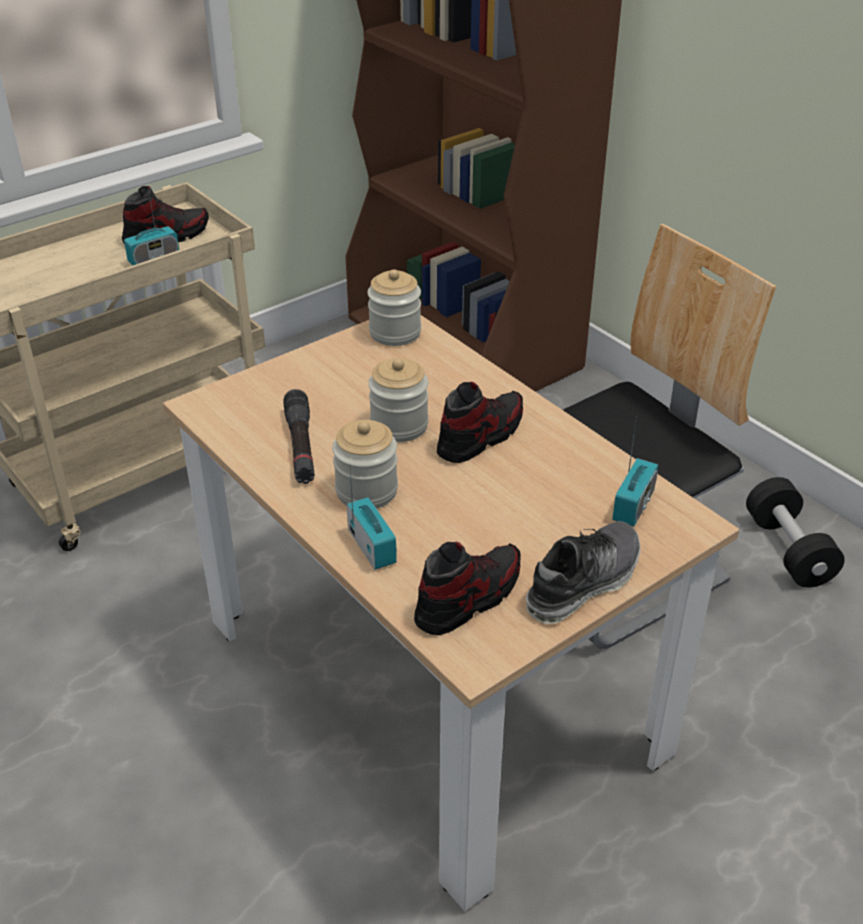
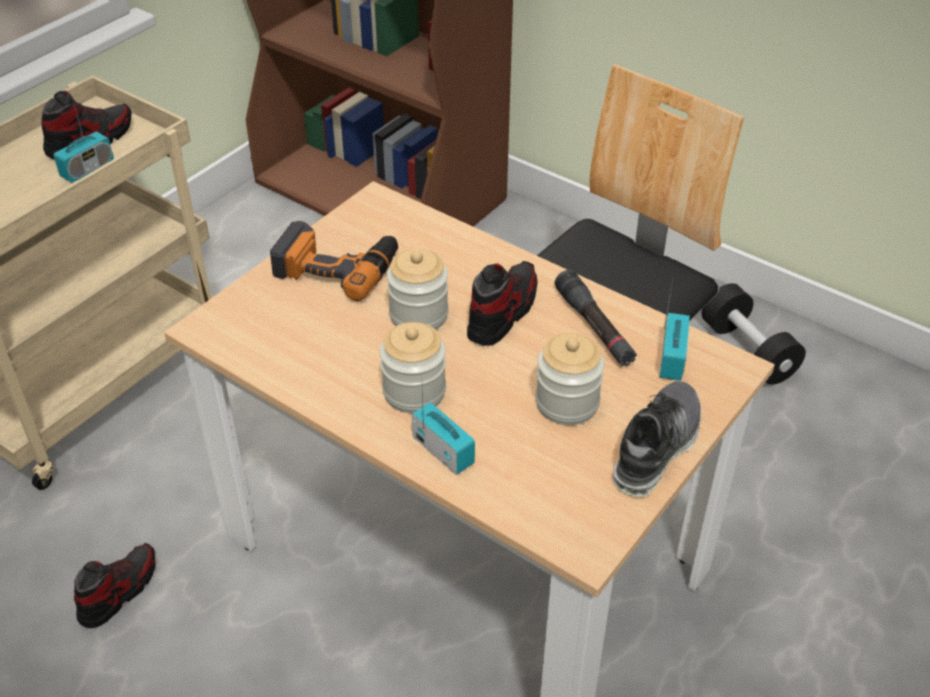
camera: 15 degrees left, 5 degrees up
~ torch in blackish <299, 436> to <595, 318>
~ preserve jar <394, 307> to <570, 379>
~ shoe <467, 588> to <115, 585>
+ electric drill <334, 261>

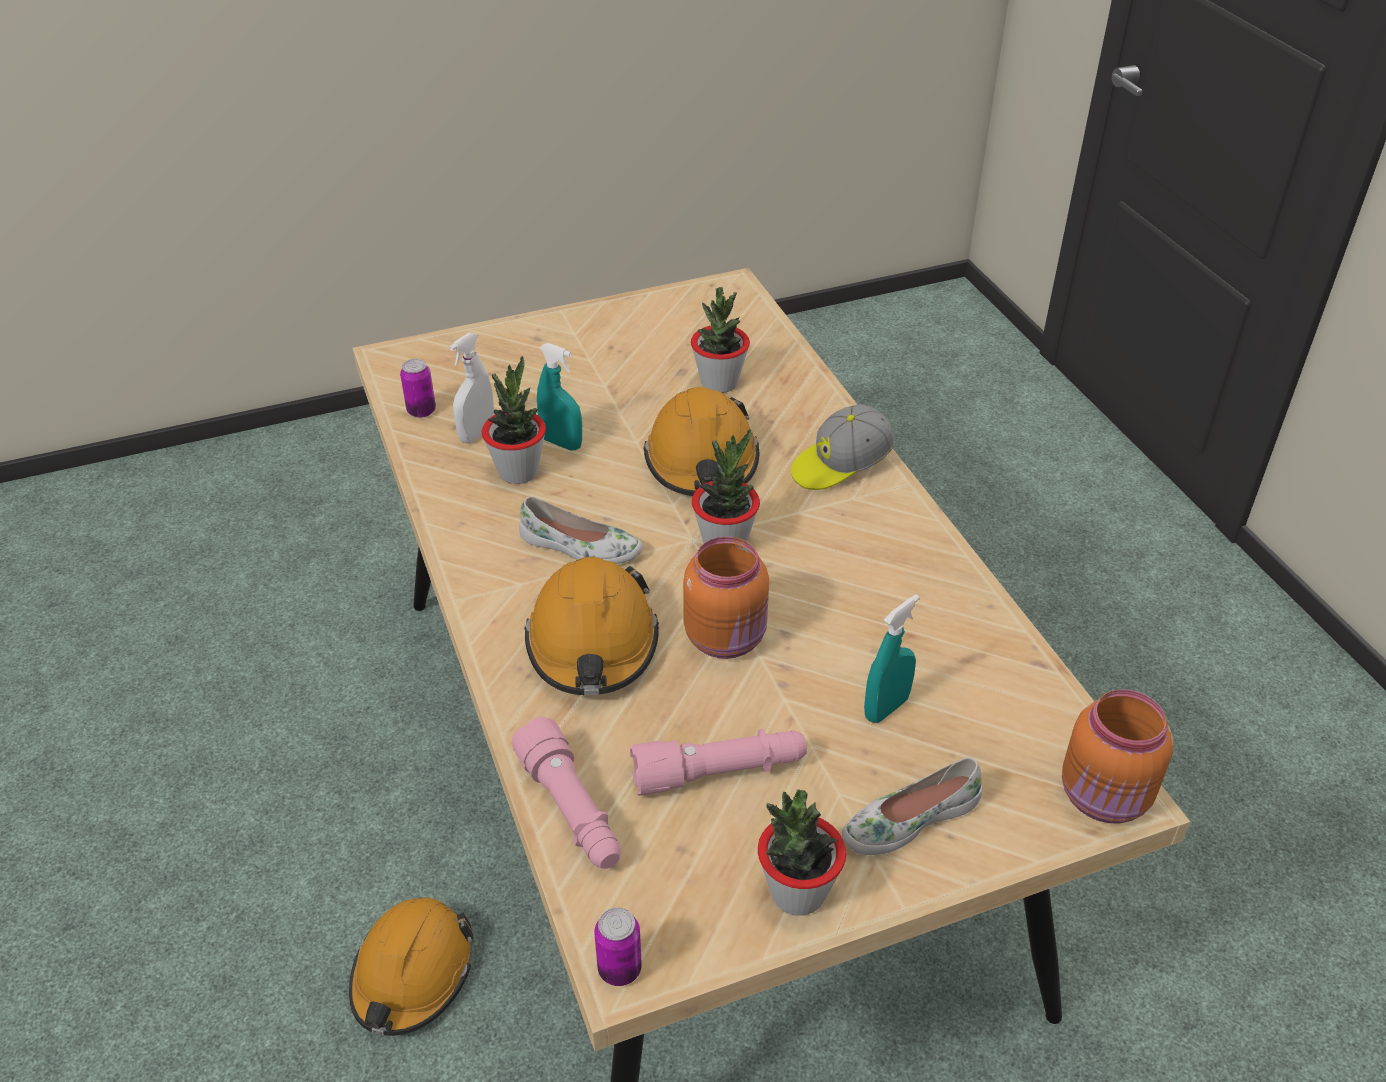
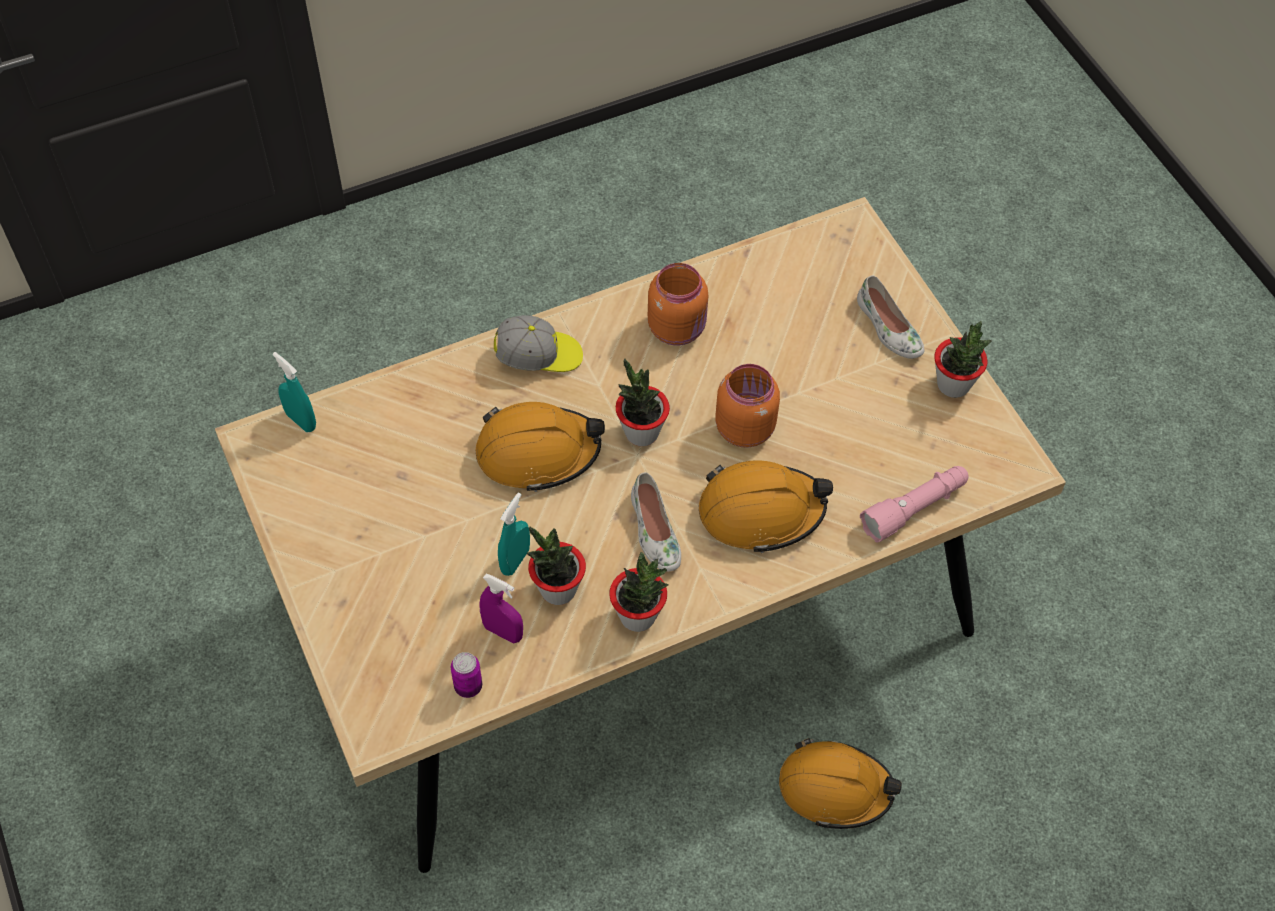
camera: 95 degrees left, 15 degrees up
~ hand sprayer in white <472, 388> to hand sprayer in purplish <501, 608>
~ shoe in white <581, 530> = <656, 522> 150 degrees clockwise
- metal can <618, 946>
- torch in pink-coloured <718, 762>
~ potted plant <720, 340> to <639, 592>
~ cap <843, 447> = <538, 343> 60 degrees counterclockwise
~ hand sprayer in turquoise <891, 658> to <294, 392>
~ preserve jar in orange-coloured <1117, 756> to <678, 304>

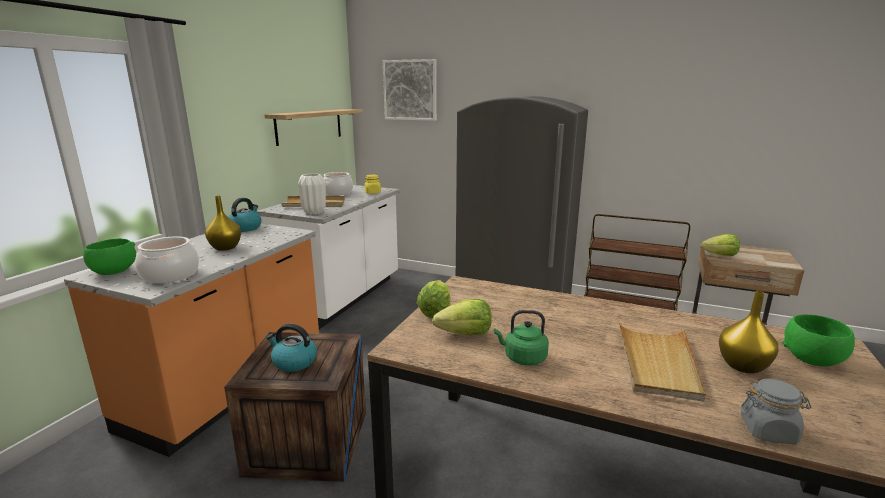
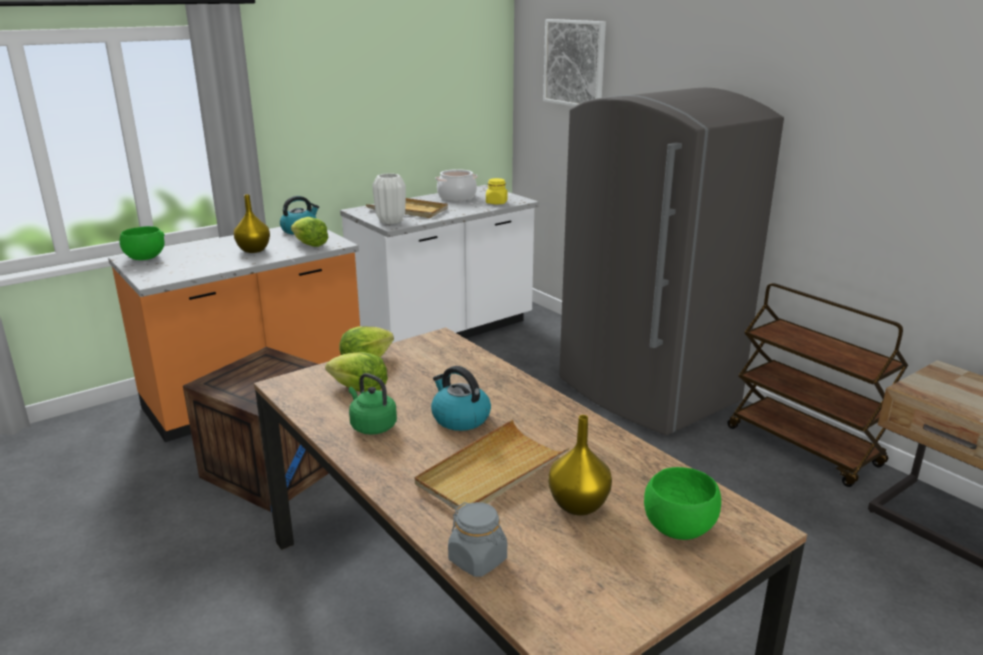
camera: 30 degrees right, 5 degrees up
- stockpot <167, 259>
- bracket shelf <314, 127>
~ tea kettle <292, 348> to <461, 398>
~ lettuce head <720, 245> to <309, 232>

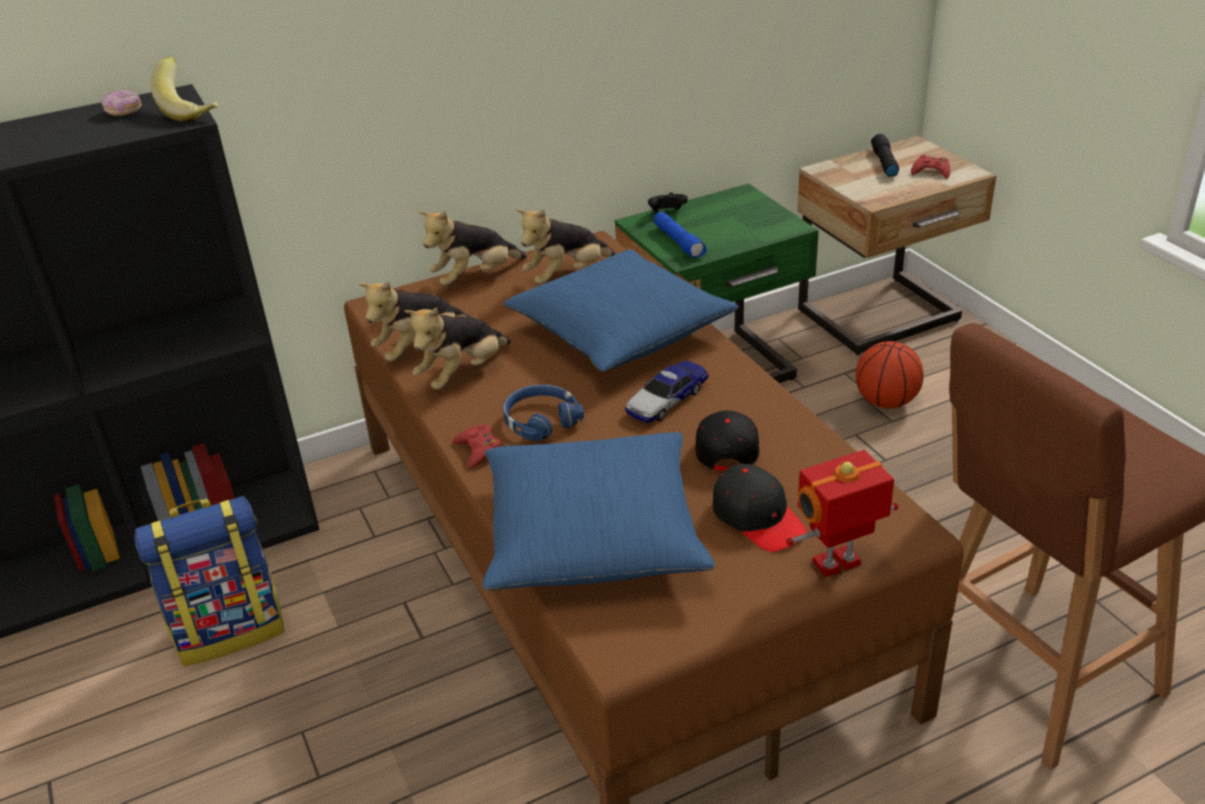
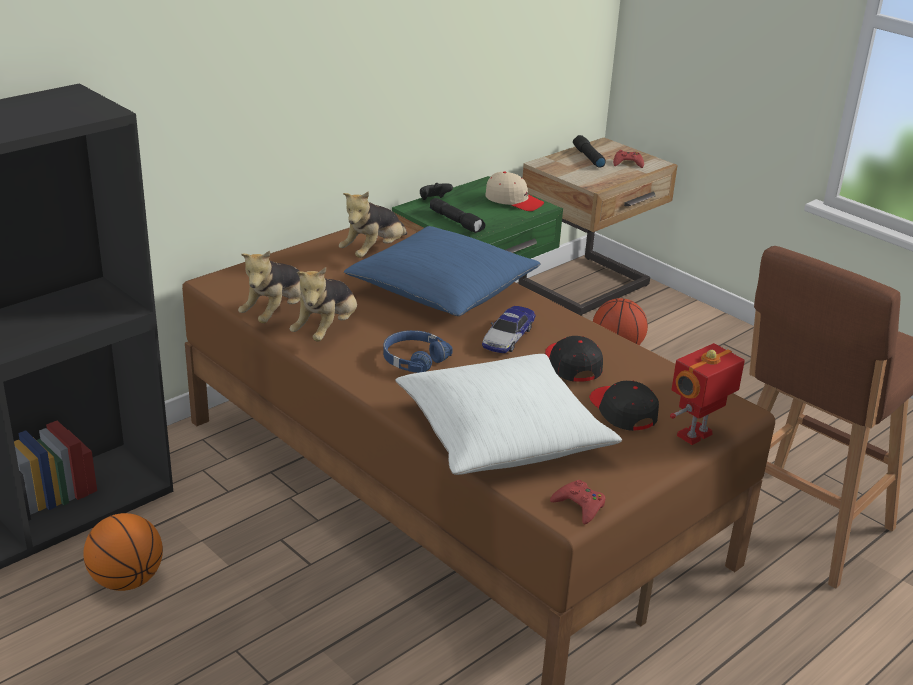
camera: 20 degrees left, 5 degrees down
- ring doughnut <121, 102>
~ knapsack <209, 581> to ball for basketball <123, 552>
- whole banana <184, 89>
- cuddly toy <473, 248>
~ game controller in reddish <477, 446> to <577, 502>
~ throw pillow in blue-coloured <598, 511> to throw pillow in white <508, 414>
~ torch in blue-coloured <680, 235> to torch in blackish <457, 215>
~ cap in blackish <759, 508> = <624, 406> 150 degrees counterclockwise
+ cap in beige <514, 191>

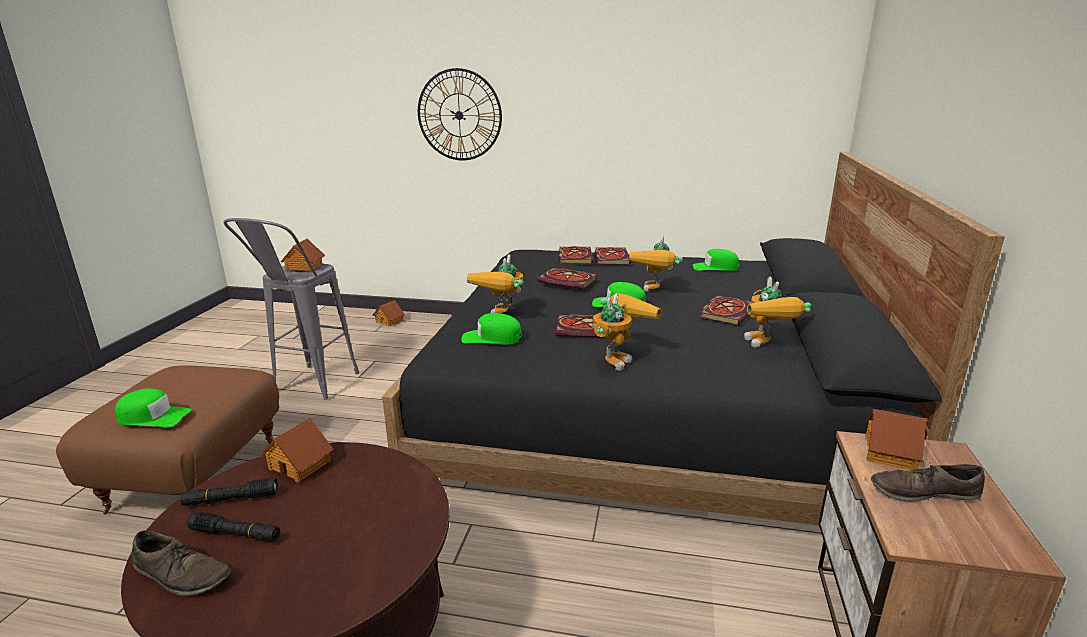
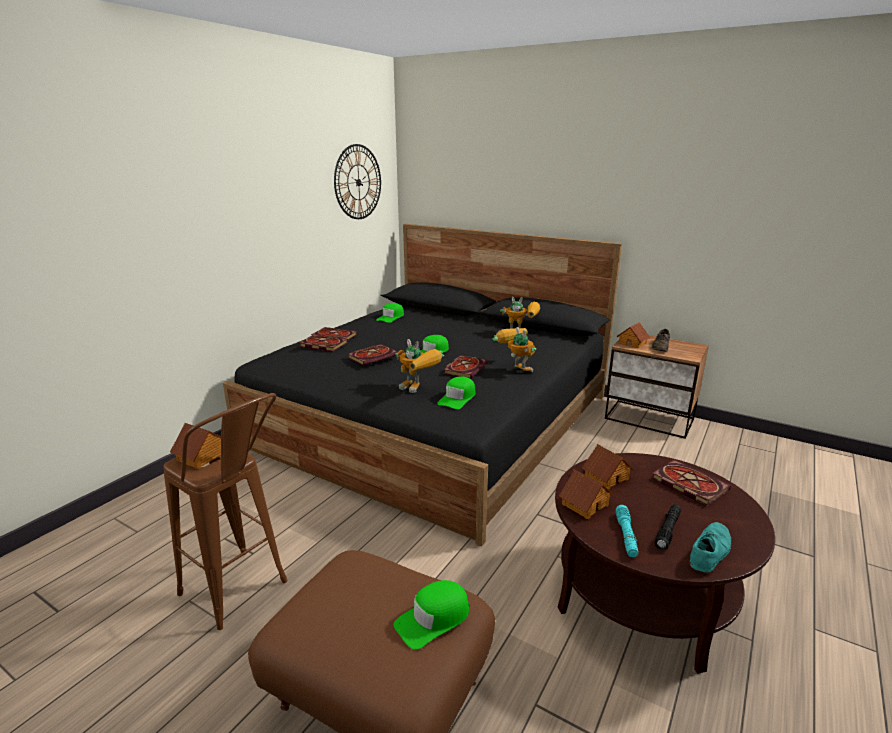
camera: 70 degrees left, 0 degrees up
~ cap in green-coloured <153, 408> = <431, 615> 150 degrees counterclockwise
~ shoe in brownish <181, 563> to shoe in turquoise <710, 547>
~ torch in blackish <229, 492> to torch in turquoise <627, 531>
~ stool in greyish <291, 309> to stool in brownish <225, 511>
~ model house <388, 313> to <608, 467>
~ hanging clock <460, 114> to <357, 181>
- robot figure <656, 263>
~ book <725, 310> to <691, 483>

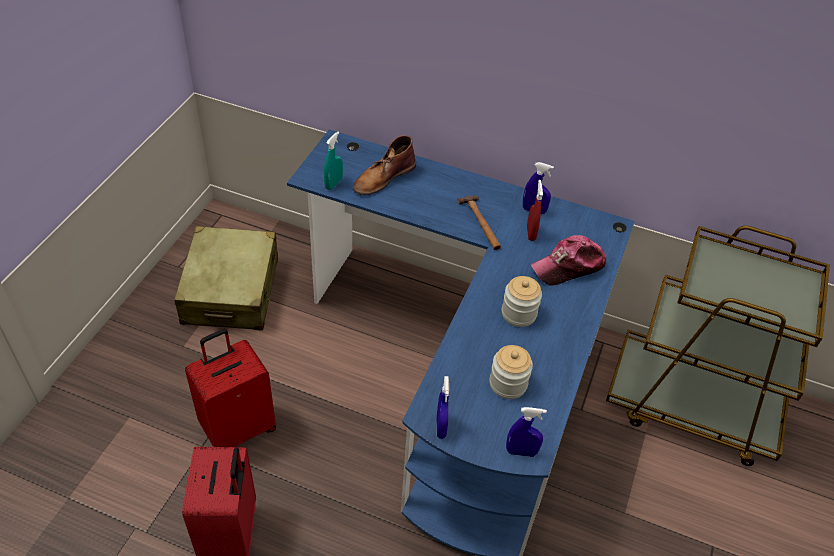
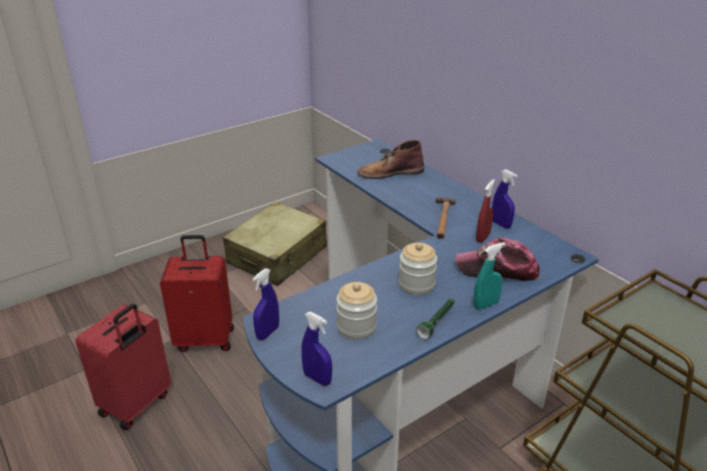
camera: 35 degrees right, 15 degrees down
~ hand sprayer in turquoise <333, 161> to <489, 276>
+ torch in green-coloured <435, 318>

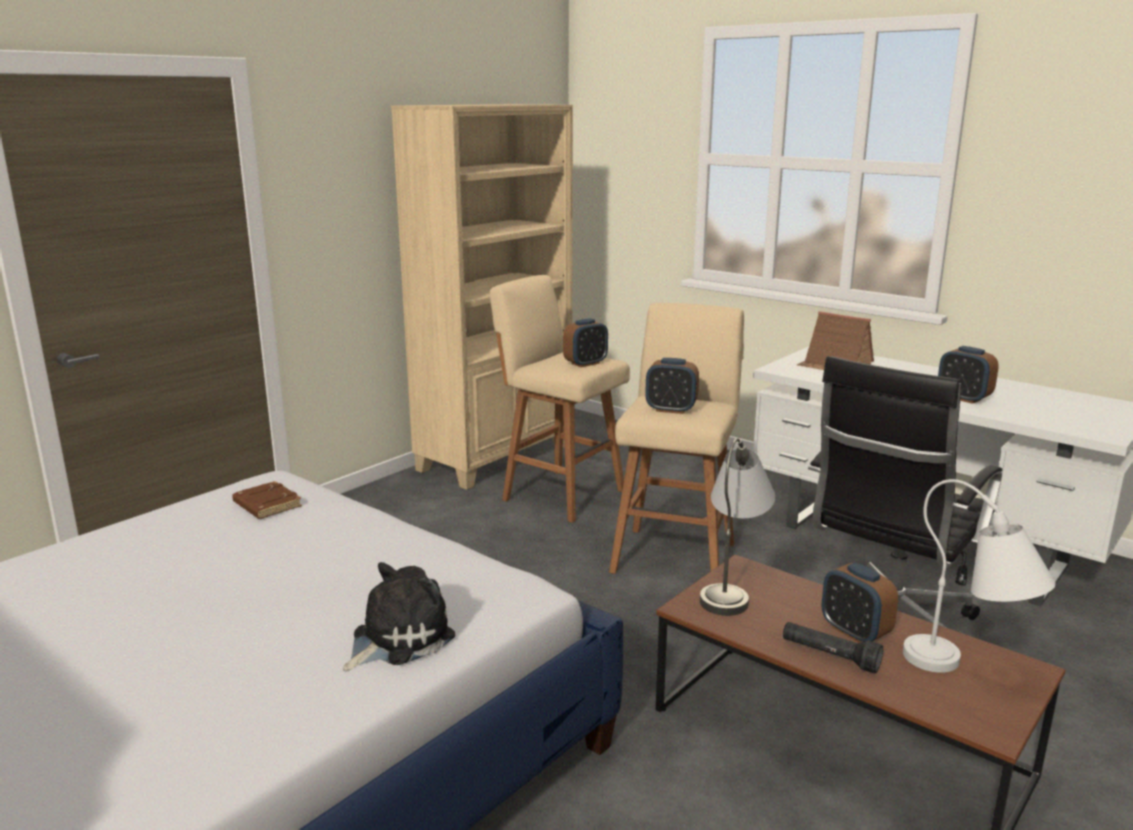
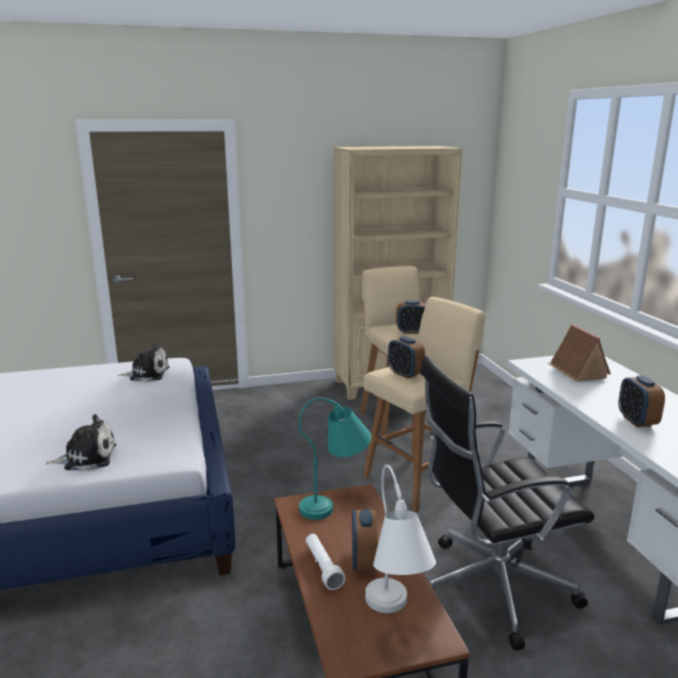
camera: 35 degrees right, 0 degrees up
~ book in brownish <267, 500> to cuddly toy <143, 362>
~ tabletop lamp in greyish <737, 527> to tabletop lamp in turquoise <335, 458>
~ torch in blackish <833, 648> to torch in white <325, 562>

